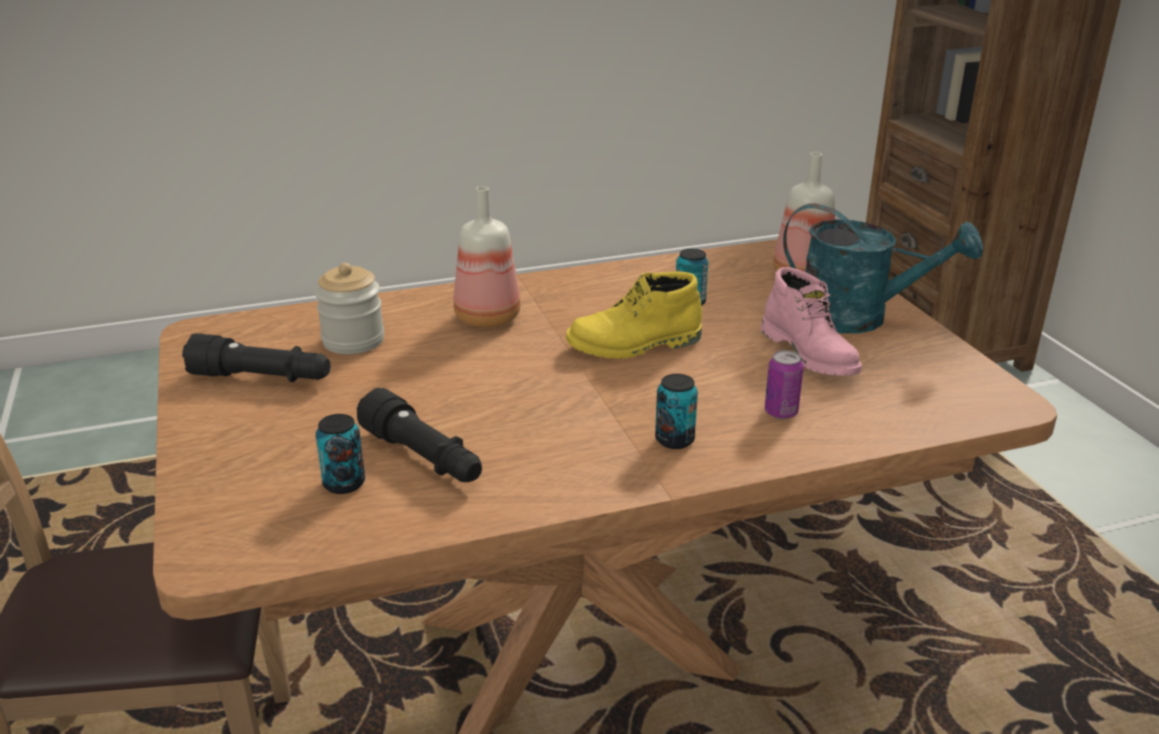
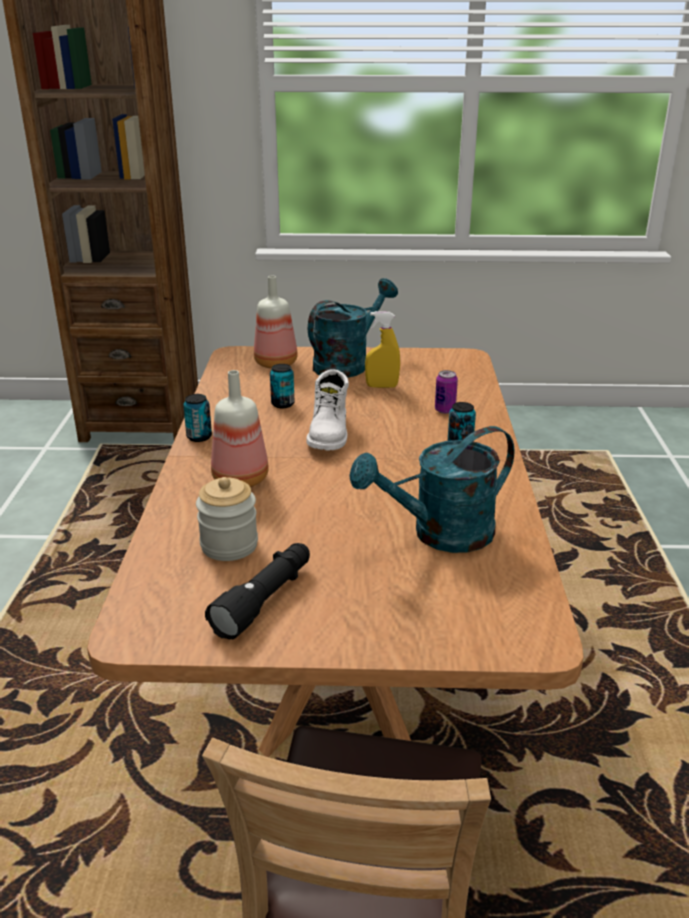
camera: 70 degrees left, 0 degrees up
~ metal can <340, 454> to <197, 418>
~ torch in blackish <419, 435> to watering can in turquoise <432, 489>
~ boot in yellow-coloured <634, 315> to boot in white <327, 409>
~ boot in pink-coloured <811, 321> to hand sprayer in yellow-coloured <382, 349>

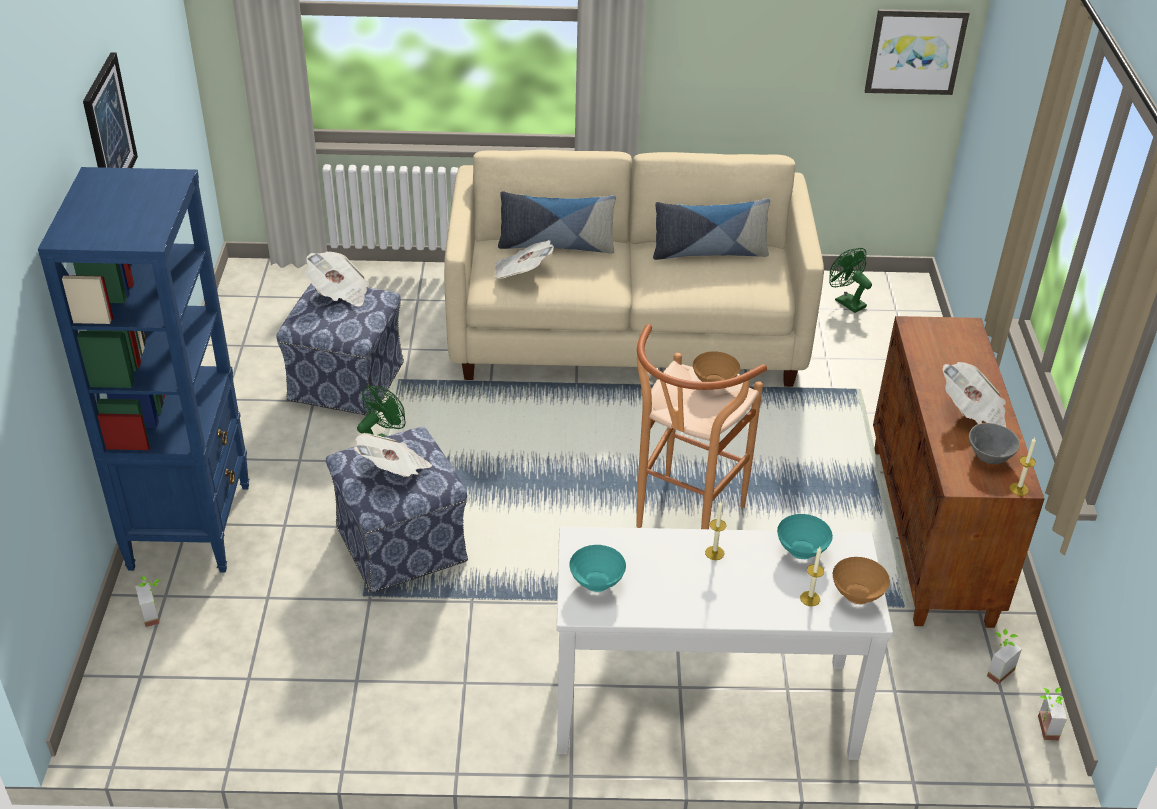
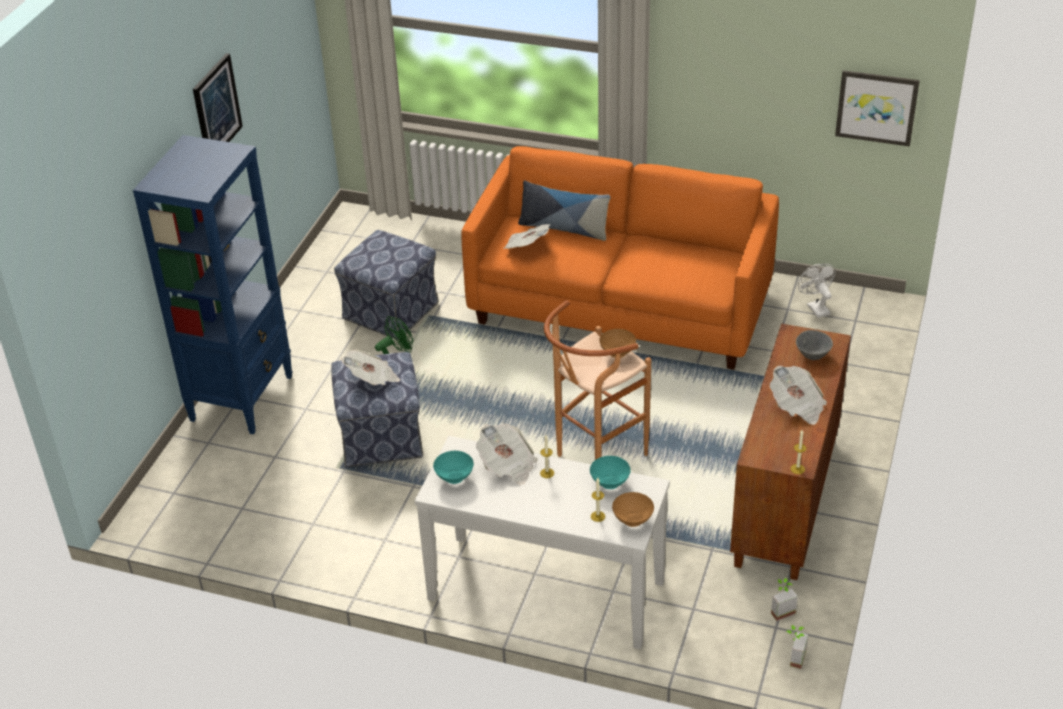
camera: 20 degrees right, 0 degrees up
- potted plant <148, 601>
~ printed paper <337, 279> to <507, 454>
~ couch in beige <634, 268> to couch in orange-coloured <620, 258>
- throw pillow <711, 229>
~ cooling fan in green-coloured <850, 280> to cooling fan in white <817, 291>
~ deep dish in greyish <994, 443> to <814, 345>

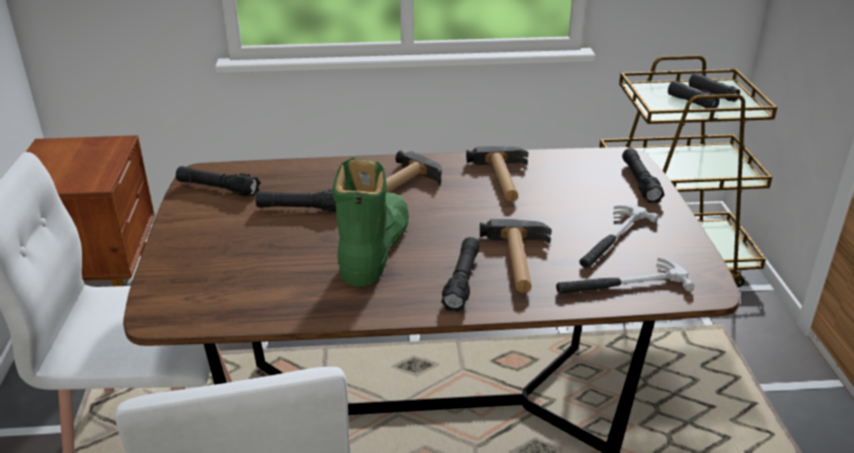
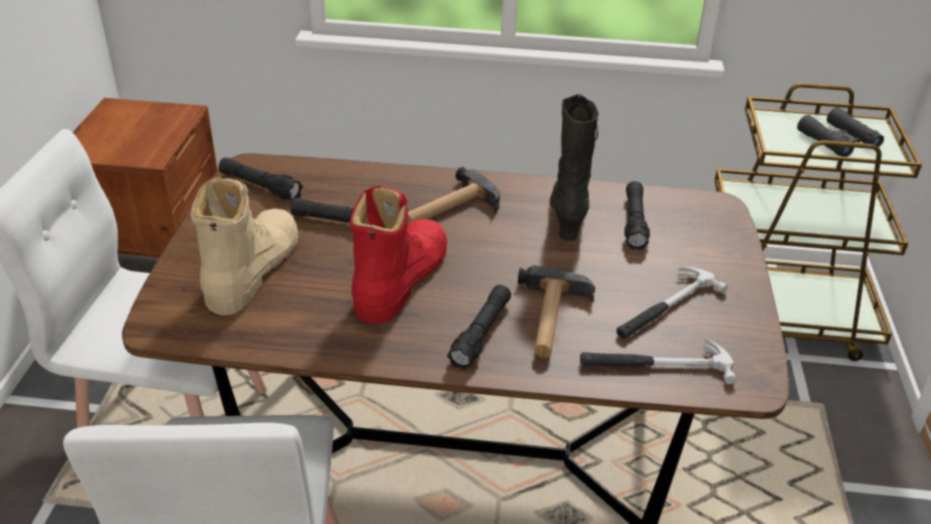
camera: 10 degrees right, 5 degrees up
~ boot in green-coloured <371, 222> to boot in reddish <398, 254>
~ hammer <497, 173> to boot in blackish <574, 167>
~ torch in blackish <643, 175> to <637, 215>
+ boot in beige <244, 246>

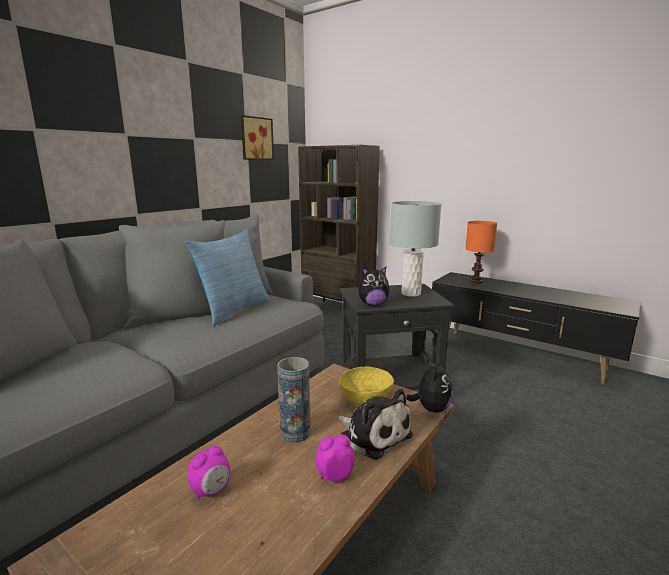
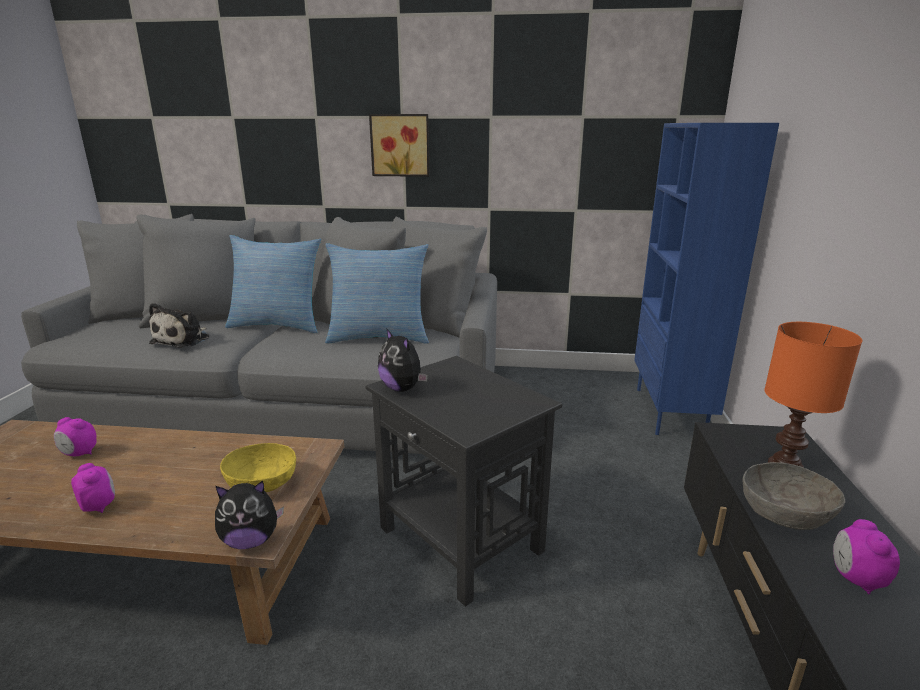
camera: 60 degrees right, 5 degrees up
~ wall art <257, 137> to <399, 145>
- vase <294, 400>
~ bookshelf in brownish <339, 223> to bookshelf in blue-coloured <706, 279>
~ cuddly toy <375, 424> to <179, 325>
- tabletop lamp in greyish <415, 249>
+ throw pillow <273, 284>
+ deep dish in greyish <794, 496>
+ alarm clock <866, 556>

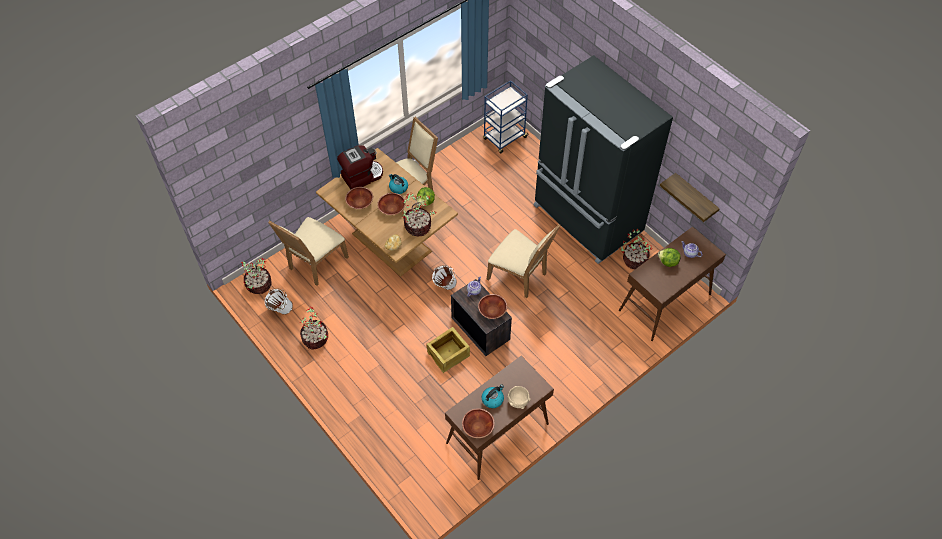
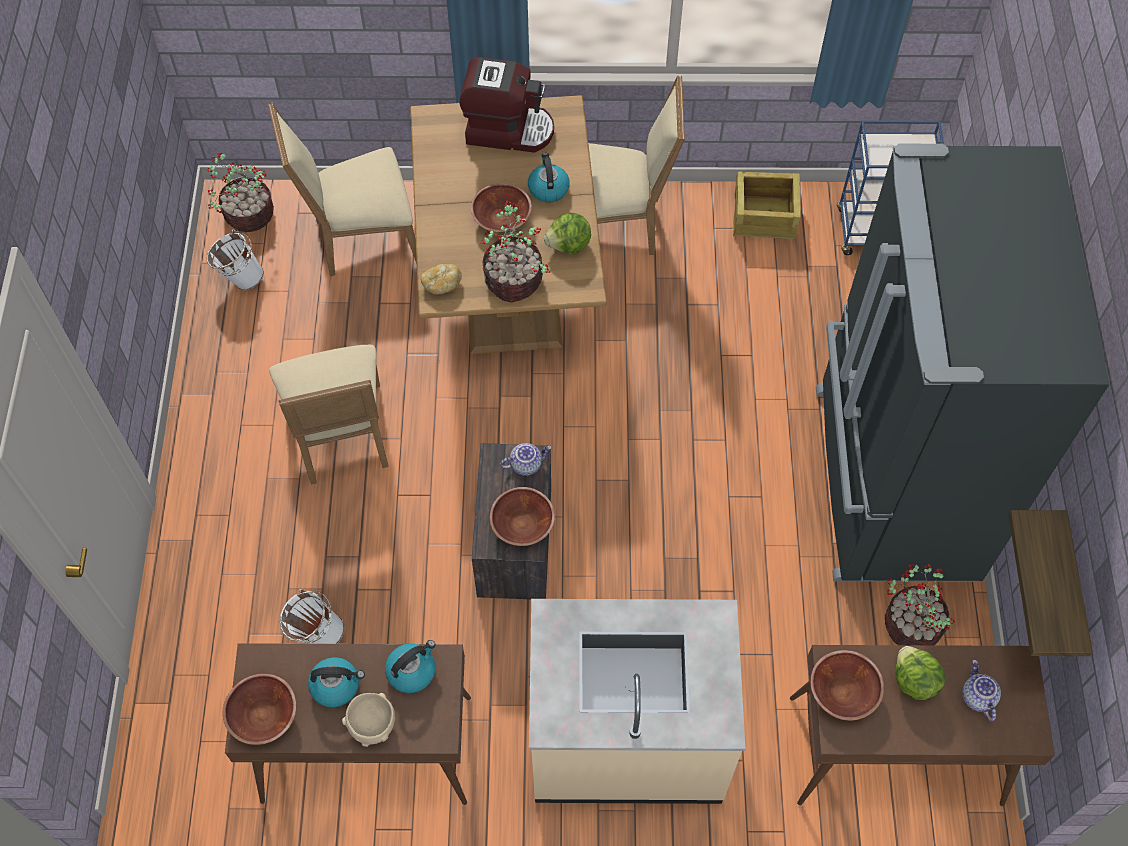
camera: 40 degrees right, 5 degrees up
- potted plant <313, 328>
~ deep dish in brownish <359, 198> to <847, 685>
~ shipping crate <448, 350> to <767, 205>
~ water bucket in white <444, 277> to <312, 616>
~ plain chair in beige <524, 261> to <329, 415>
+ tea kettle <410, 666>
+ counter in beige <637, 701>

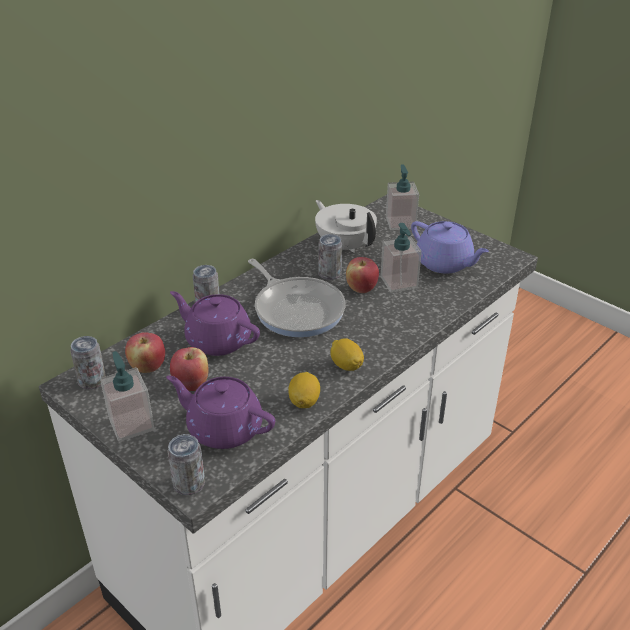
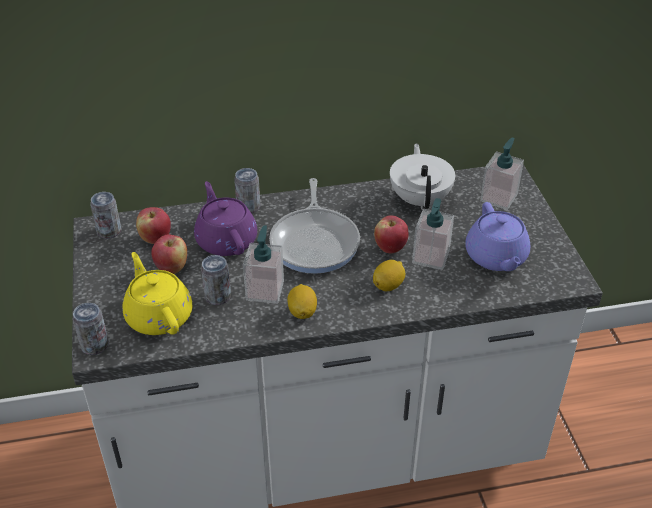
camera: 35 degrees right, 5 degrees up
~ liquid soap bottle <127, 396> to <263, 264>
~ tea pot in purplish <220, 412> to tea pot in yellow-coloured <157, 293>
~ whole lemon <304, 390> to <389, 275>
~ metal can <330, 257> to <216, 280>

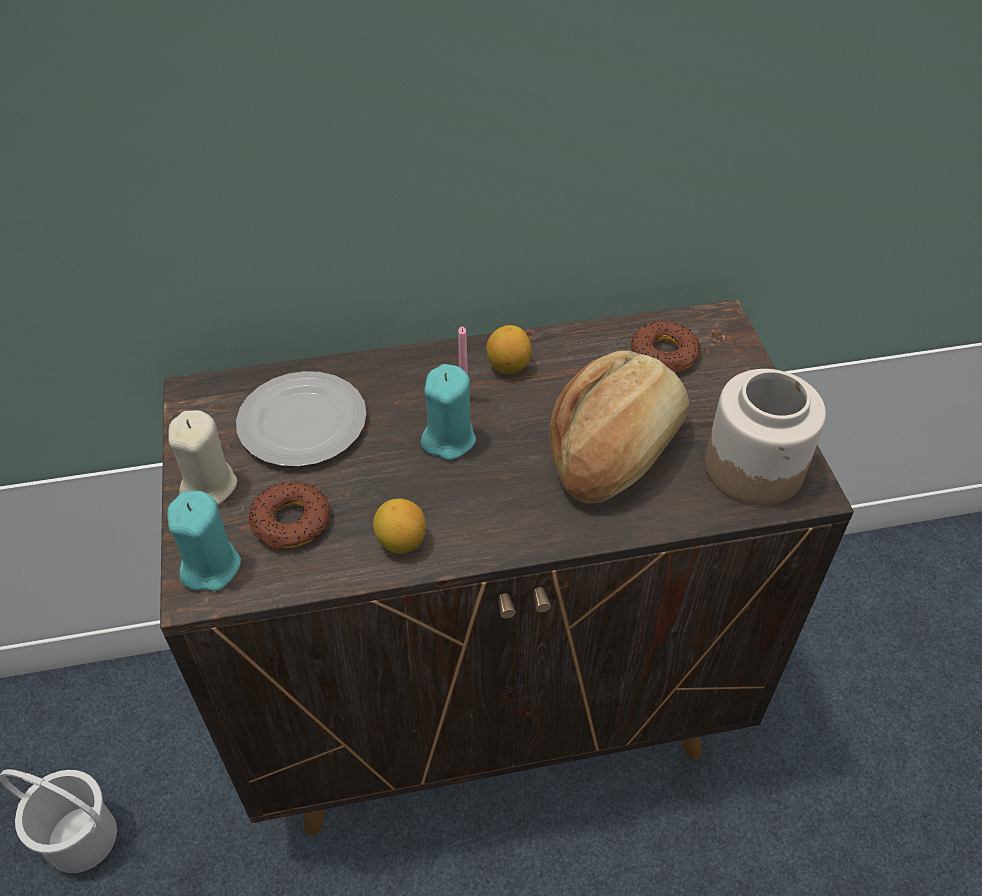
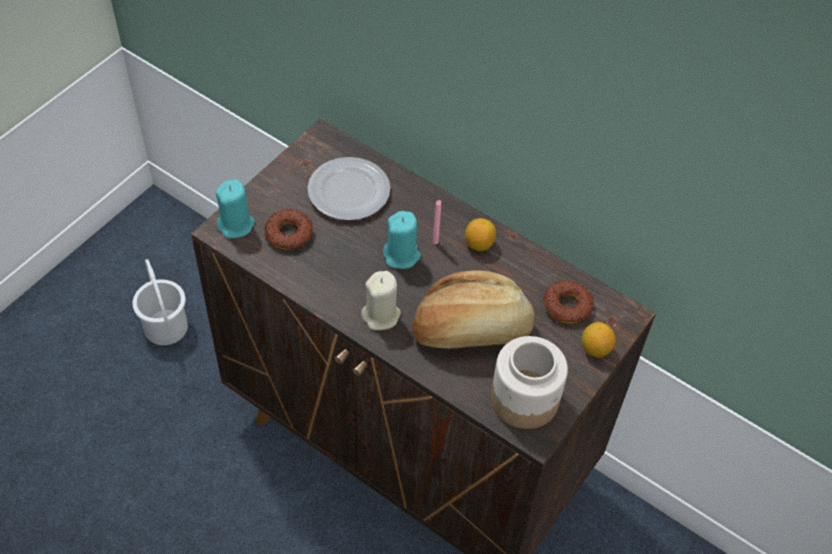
camera: 45 degrees right, 5 degrees up
~ wax light in beige <202, 457> to <381, 300>
~ whole lemon <399, 526> to <598, 340>

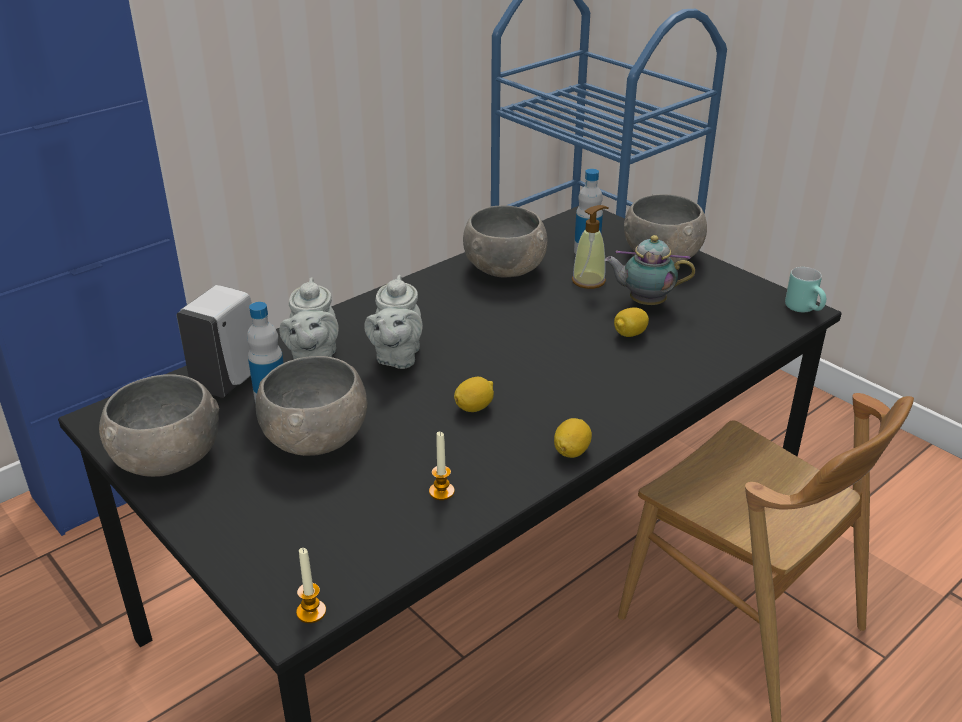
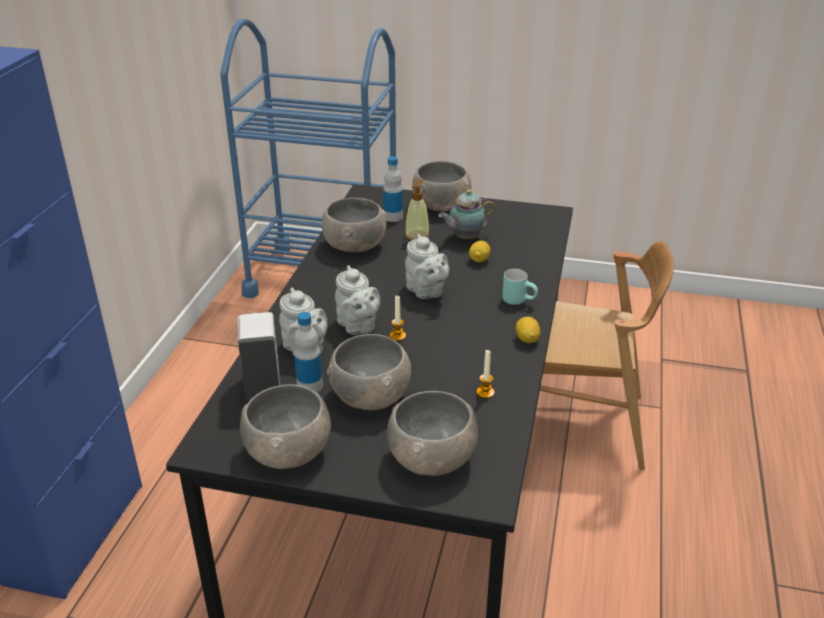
camera: 35 degrees left, 0 degrees up
~ wax light <311, 585> to <398, 318>
- whole lemon <474, 394>
~ mug in turquoise <805, 290> to <520, 287>
+ deep dish in greyish <432, 433>
+ tea pot in greyish <427, 266>

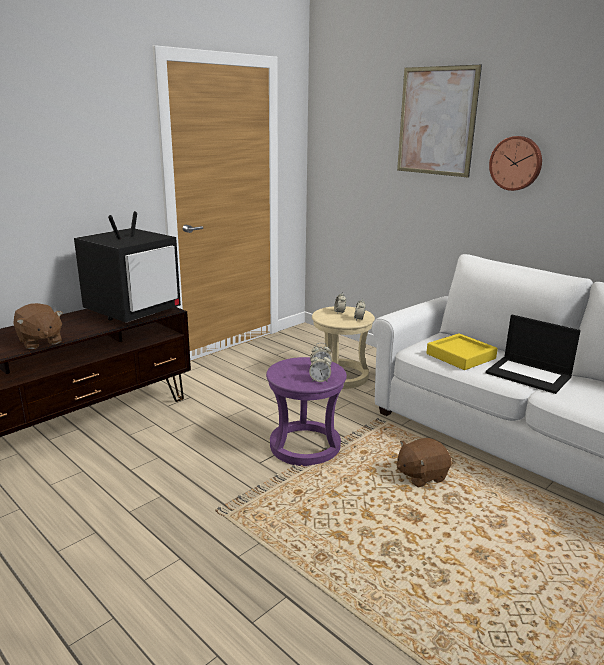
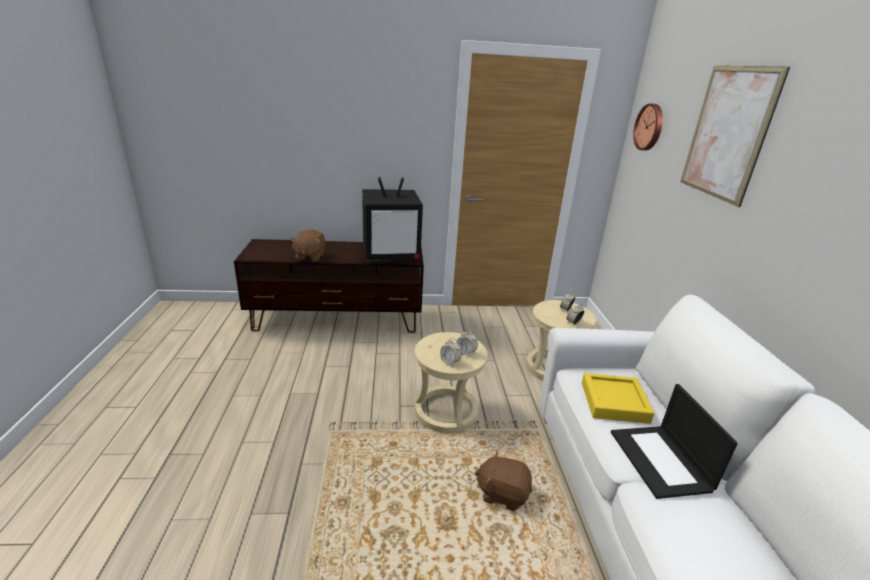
camera: 40 degrees right, 5 degrees up
~ stool in purplish <306, 411> to stool in beige <451, 382>
~ hanging clock <515, 163> to <648, 126>

